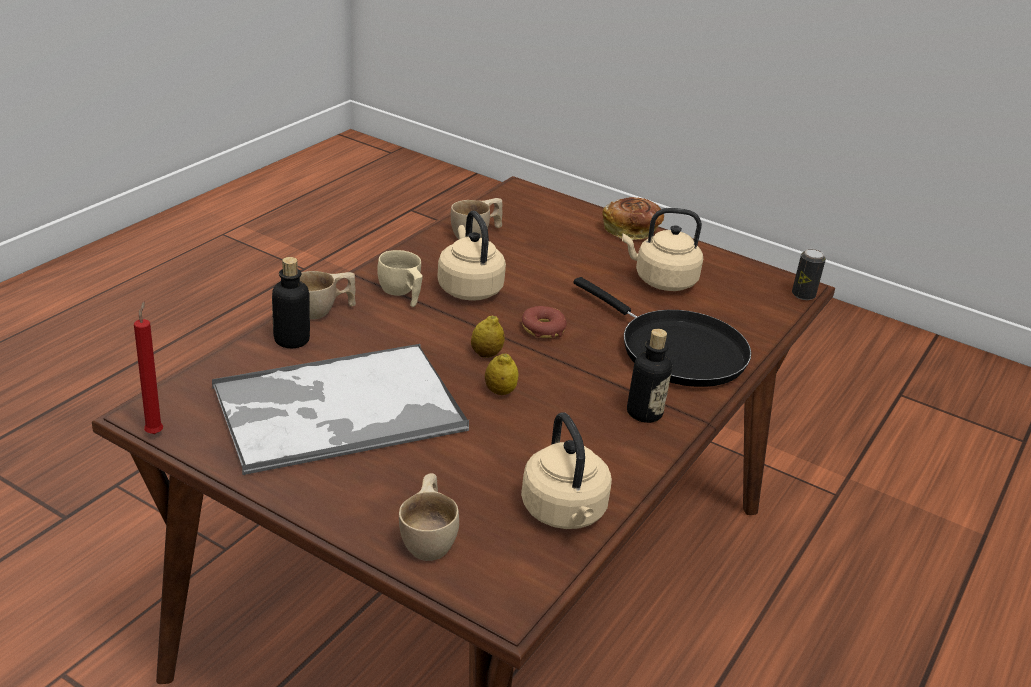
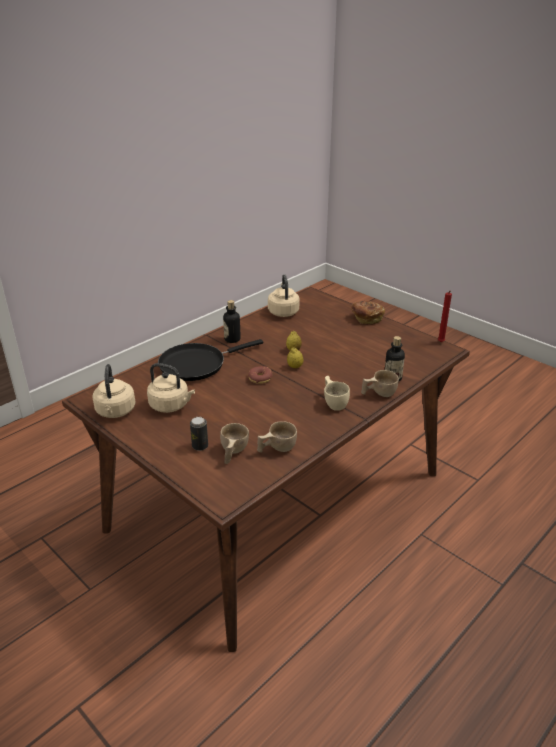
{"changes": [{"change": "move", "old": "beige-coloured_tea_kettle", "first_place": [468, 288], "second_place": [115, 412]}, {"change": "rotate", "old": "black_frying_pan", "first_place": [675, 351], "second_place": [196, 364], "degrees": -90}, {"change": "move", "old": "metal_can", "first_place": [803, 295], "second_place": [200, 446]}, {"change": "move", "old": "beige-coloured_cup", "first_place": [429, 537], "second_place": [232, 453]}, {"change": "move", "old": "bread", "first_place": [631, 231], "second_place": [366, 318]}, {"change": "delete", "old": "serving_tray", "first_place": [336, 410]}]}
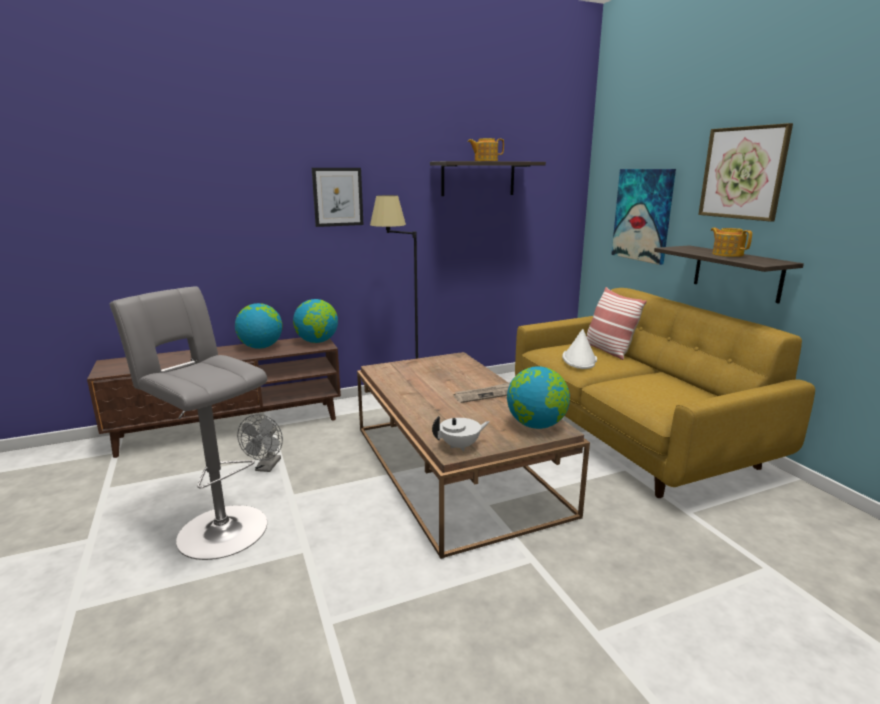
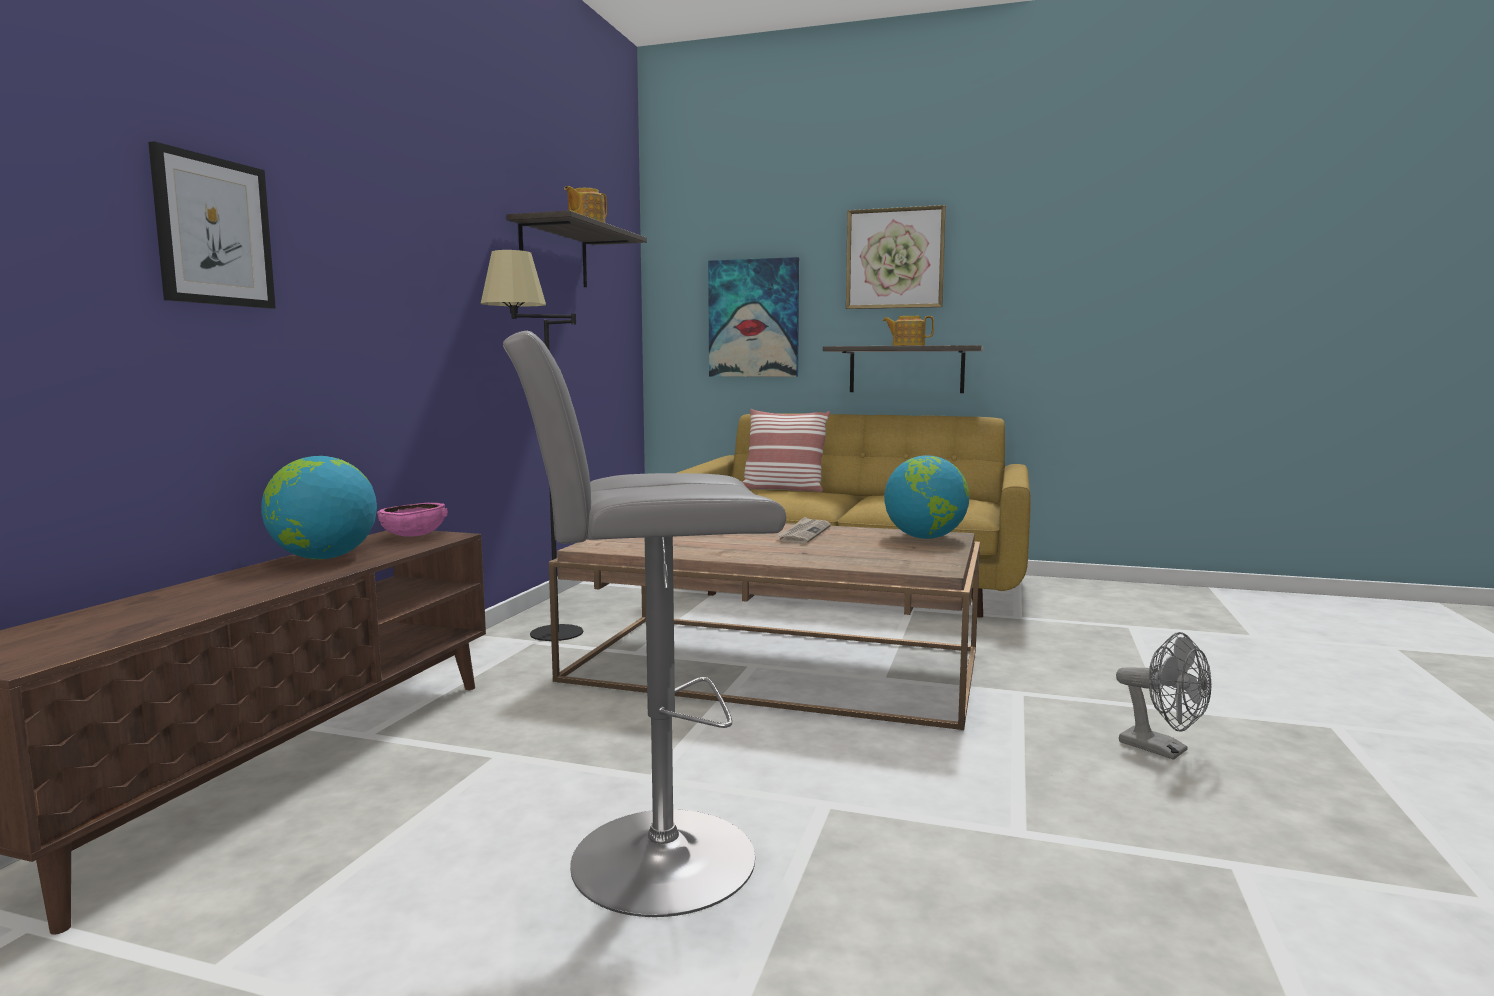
{"changes": [{"change": "move", "old": "wall_picture", "first_place": [337, 197], "second_place": [214, 231]}, {"change": "replace", "old": "globe", "new": "pink-coloured_deep_dish", "first_place": [317, 342], "second_place": [414, 535]}, {"change": "move", "old": "greyish_electric_fan", "first_place": [266, 467], "second_place": [1163, 750]}, {"change": "delete", "old": "white-coloured_pot_for_tea", "first_place": [460, 446]}, {"change": "delete", "old": "white-coloured_wearable_hat", "first_place": [579, 359]}]}
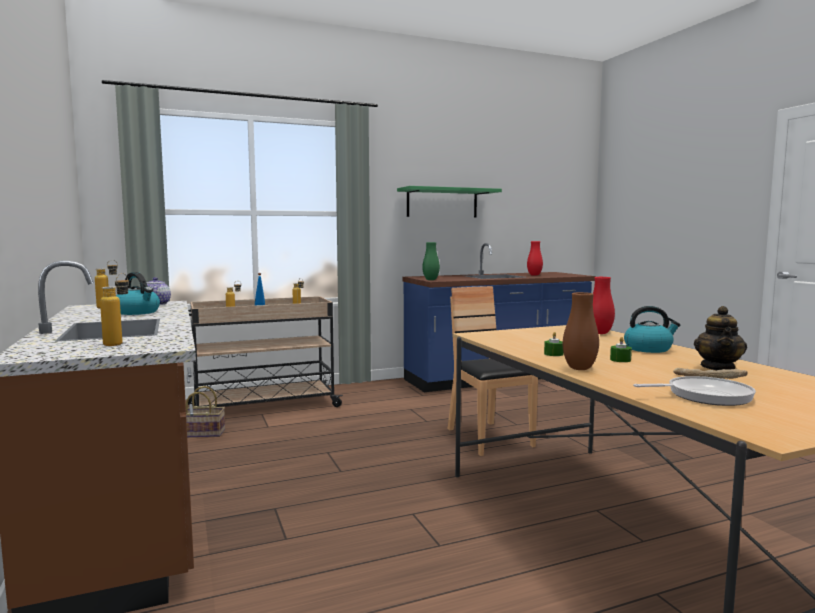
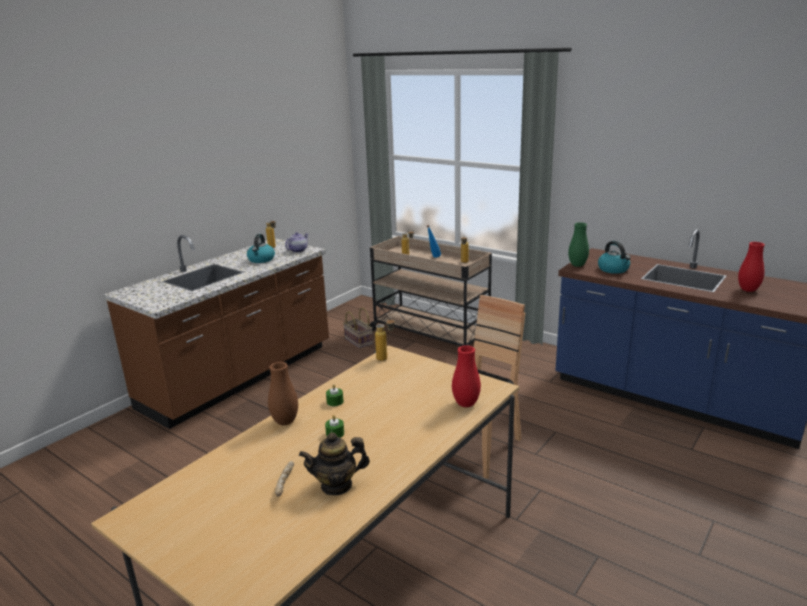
{"changes": [{"change": "move", "old": "bottle", "first_place": [118, 343], "second_place": [386, 358]}, {"change": "move", "old": "tea_kettle", "first_place": [648, 349], "second_place": [614, 269]}, {"change": "delete", "old": "greenish_shelf", "first_place": [442, 203]}, {"change": "delete", "old": "frying_pan", "first_place": [704, 396]}]}
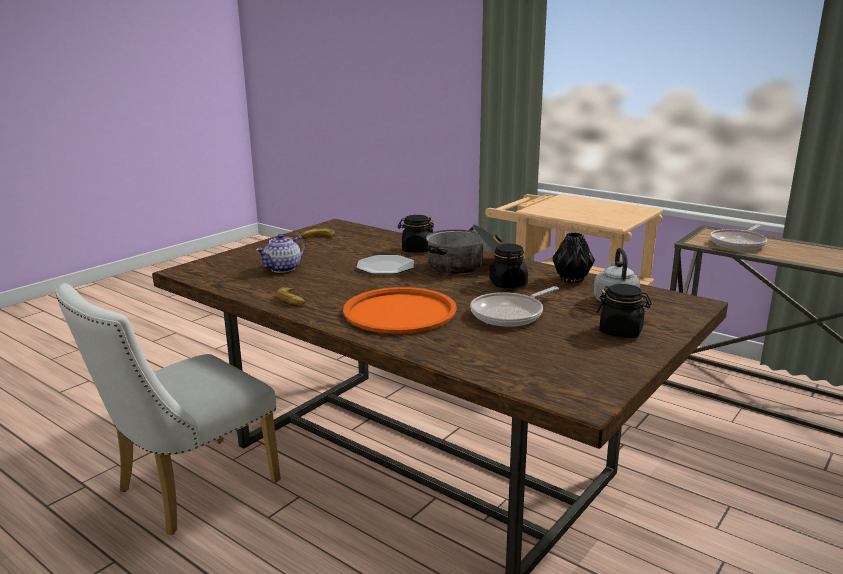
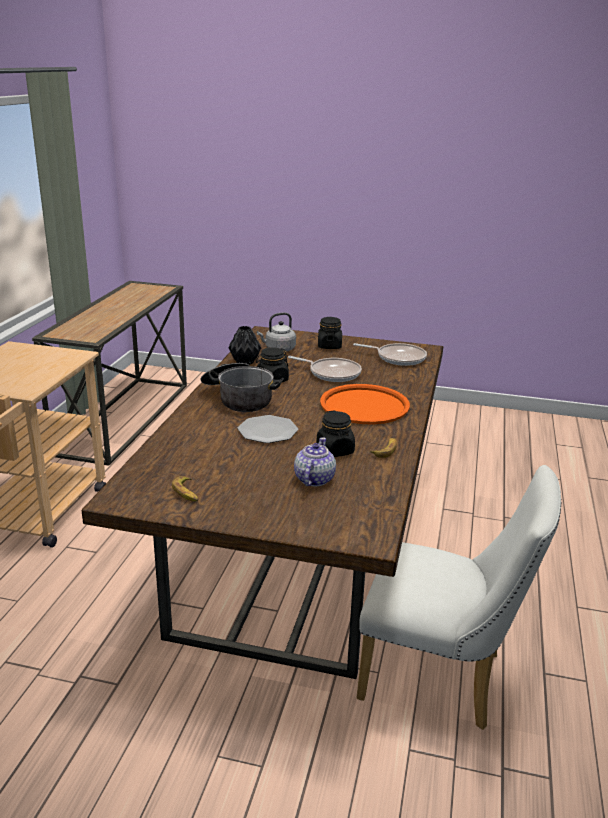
{"changes": [{"change": "rotate", "old": "pot_for_tea", "first_place": [283, 268], "second_place": [313, 479], "degrees": -90}, {"change": "move", "old": "black_storage_jar", "first_place": [416, 249], "second_place": [335, 450]}, {"change": "move", "old": "frying_pan", "first_place": [739, 243], "second_place": [398, 358]}]}
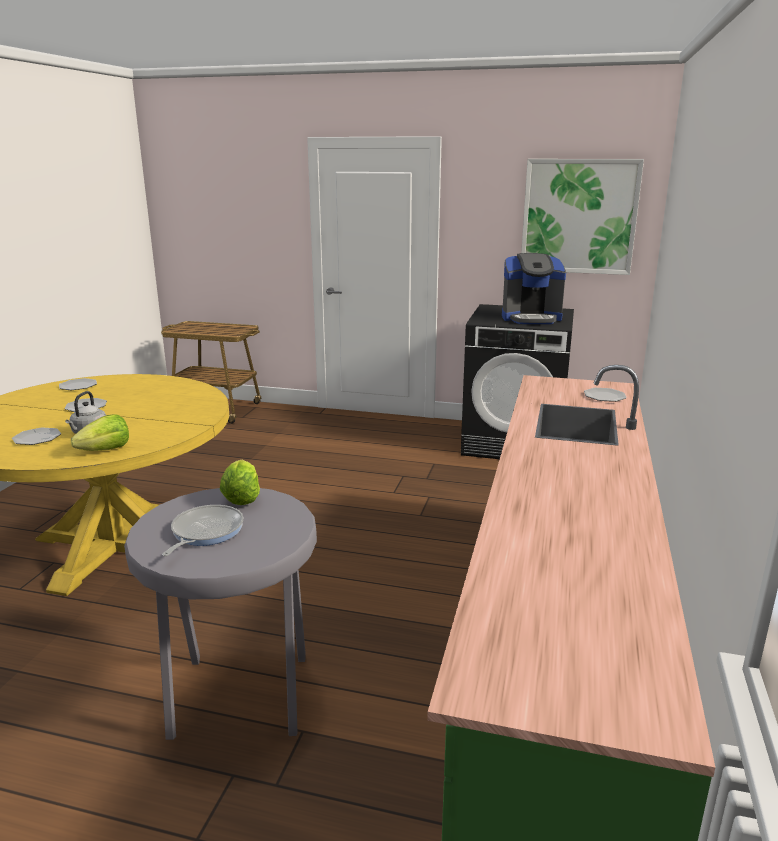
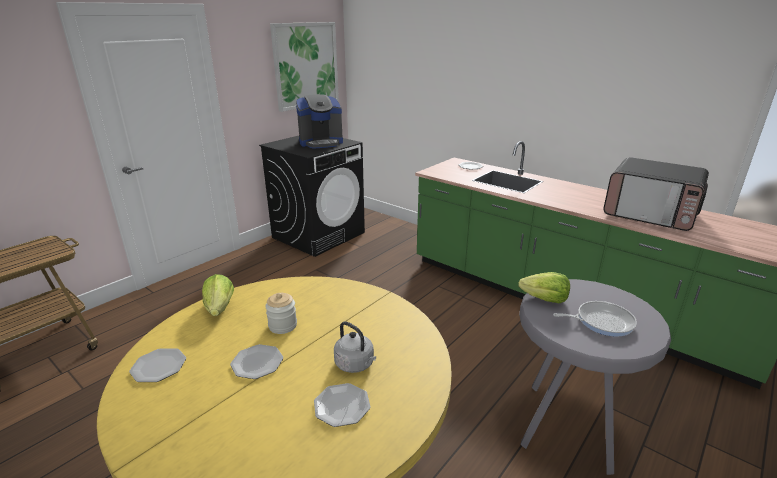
{"changes": [{"change": "move", "old": "lettuce", "first_place": [106, 450], "second_place": [219, 308]}, {"change": "insert", "new": "storage_jar", "second_place": [282, 326]}, {"change": "rotate", "old": "coffee_machine", "first_place": [531, 318], "second_place": [321, 143], "degrees": 45}, {"change": "rotate", "old": "frying_pan", "first_place": [205, 532], "second_place": [601, 321], "degrees": 135}, {"change": "insert", "new": "microwave", "second_place": [650, 214]}]}
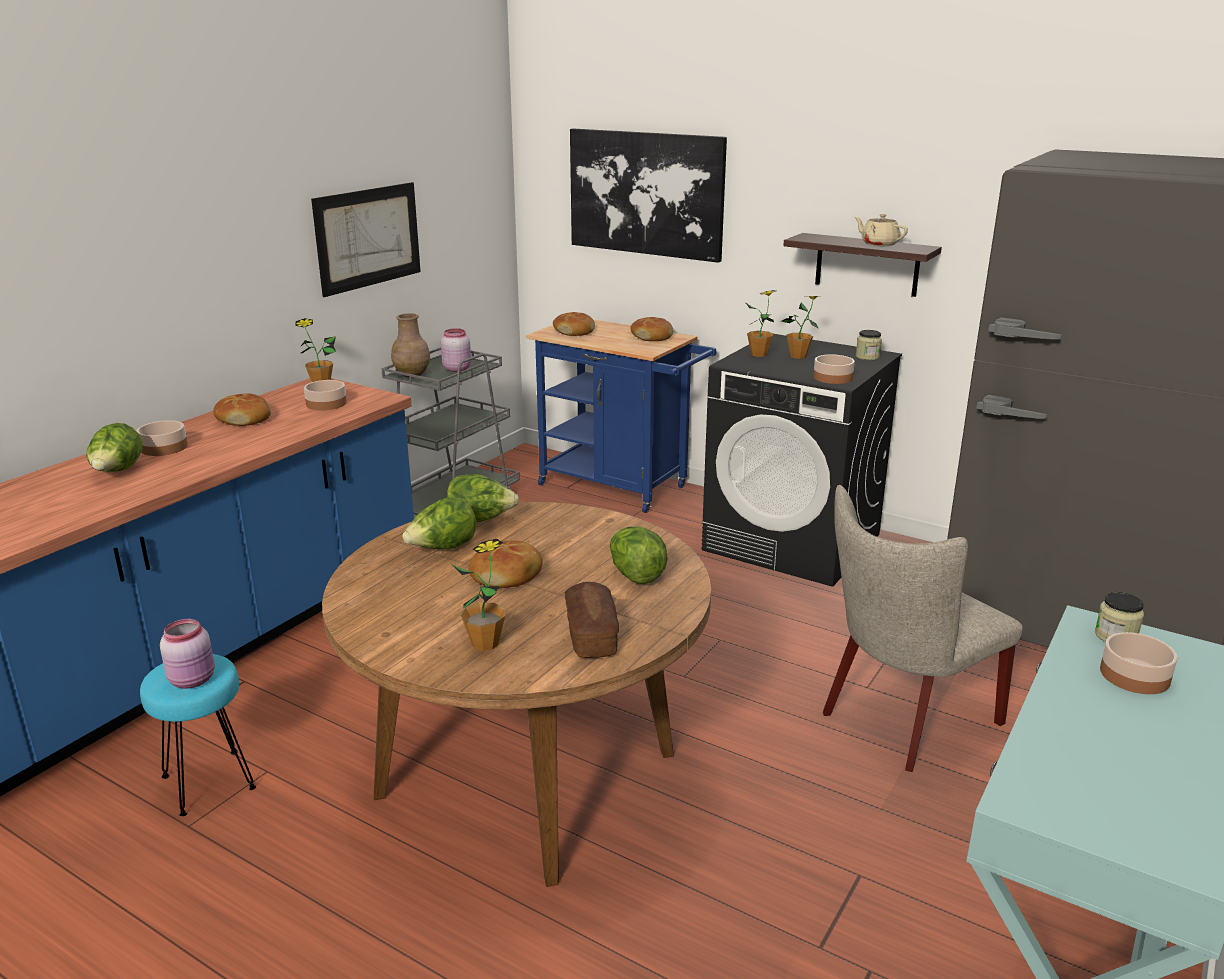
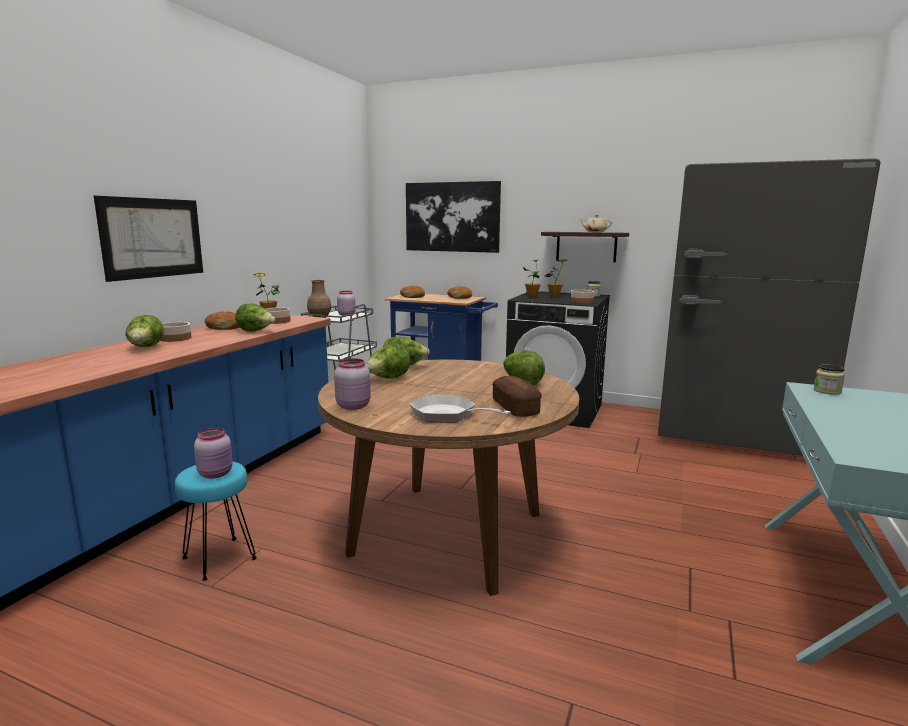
{"changes": [{"change": "move", "old": "wall_picture", "first_place": [368, 237], "second_place": [153, 238]}, {"change": "insert", "new": "lettuce", "second_place": [256, 331]}, {"change": "insert", "new": "pink-coloured_storage_jar", "second_place": [353, 406]}, {"change": "replace", "old": "potted_plant", "new": "frying_pan", "first_place": [485, 643], "second_place": [447, 415]}, {"change": "delete", "old": "bread", "first_place": [507, 575]}, {"change": "delete", "old": "beige-coloured_upright_chair", "first_place": [902, 721]}, {"change": "delete", "old": "deep_dish", "first_place": [1135, 675]}]}
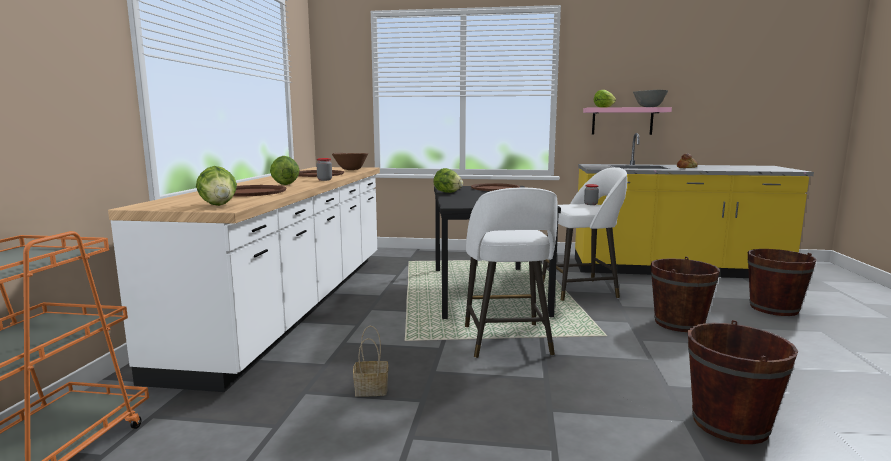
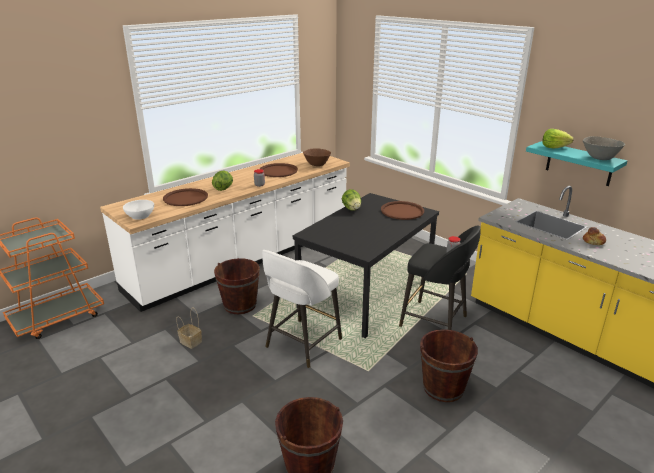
{"changes": [{"change": "replace", "old": "lettuce", "new": "white-coloured_deep_dish", "first_place": [219, 205], "second_place": [140, 216]}, {"change": "move", "old": "brown_pail", "first_place": [774, 308], "second_place": [240, 305]}, {"change": "recolor", "old": "white-coloured_stool_seat", "new": "black_stool_seat", "first_place": [581, 290], "second_place": [435, 322]}, {"change": "recolor", "old": "pink-coloured_shelf", "new": "blue-green_shelf", "first_place": [622, 121], "second_place": [579, 164]}]}
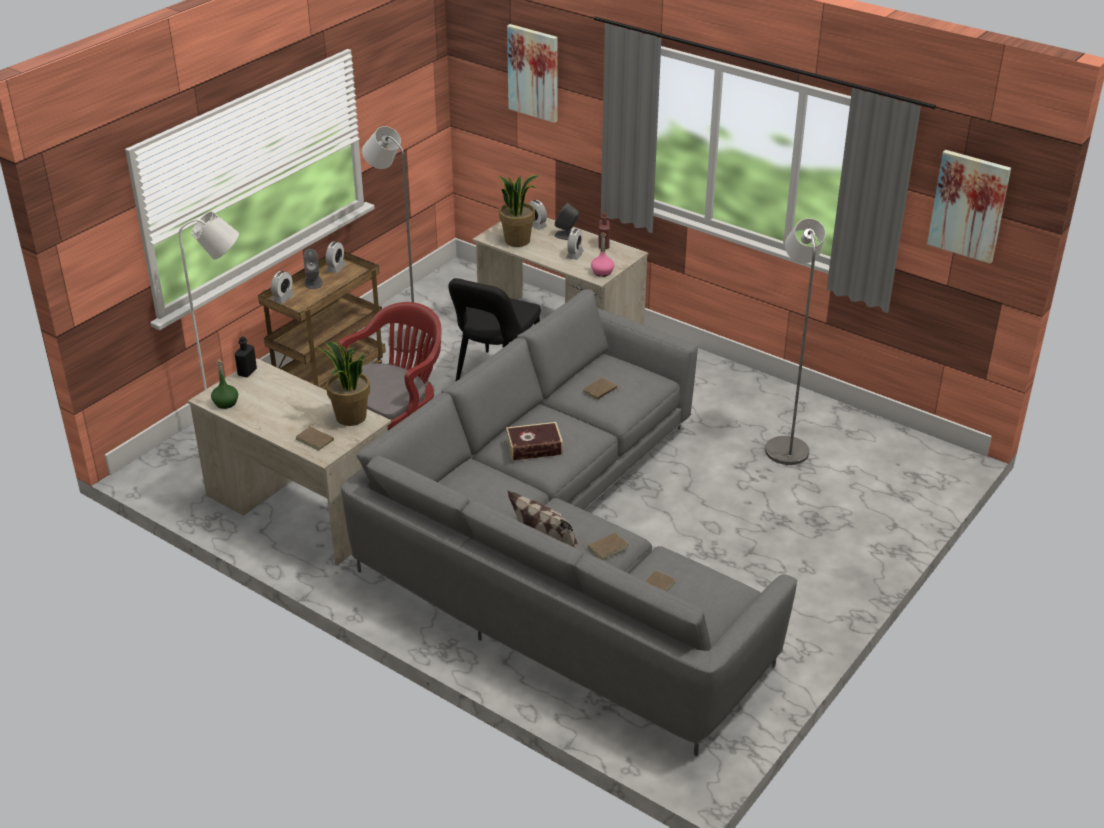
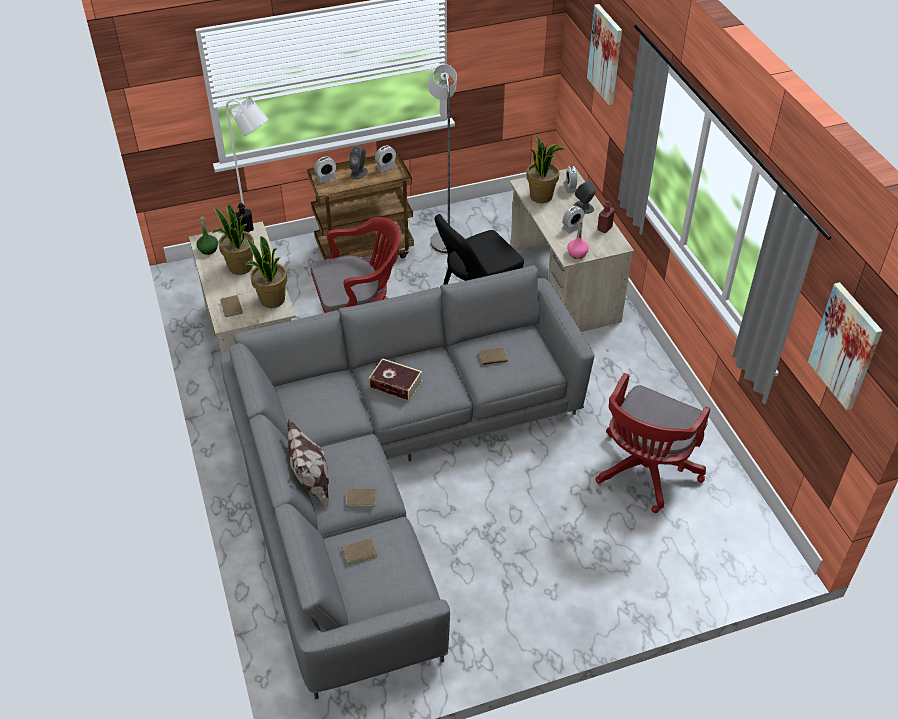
{"changes": [{"change": "insert", "new": "potted_plant", "second_place": [240, 267]}, {"change": "replace", "old": "greyish_standing_lamp", "new": "red_desk_chair", "first_place": [785, 446], "second_place": [644, 473]}]}
